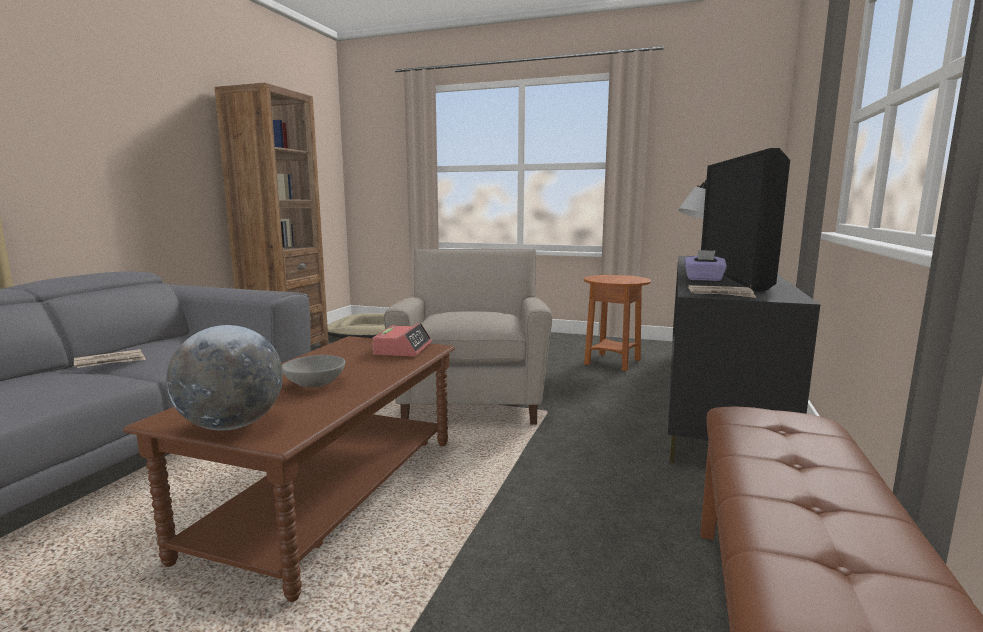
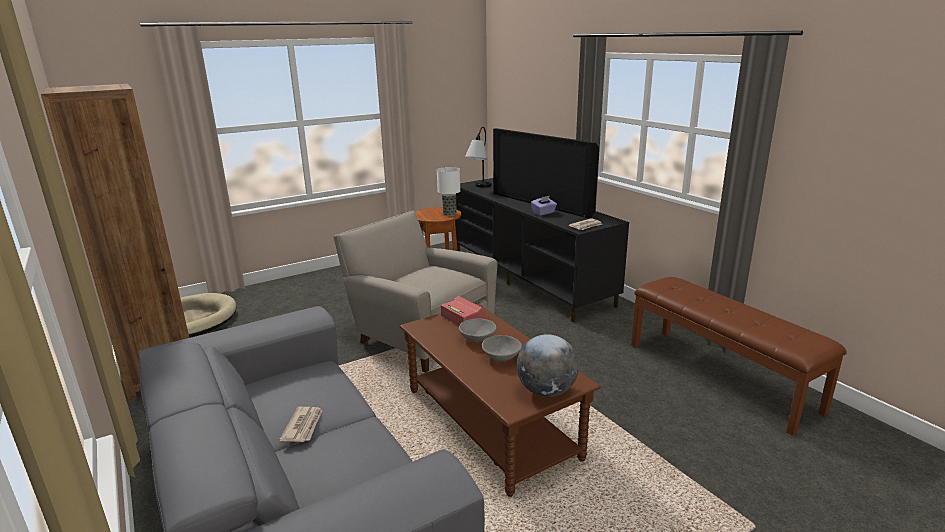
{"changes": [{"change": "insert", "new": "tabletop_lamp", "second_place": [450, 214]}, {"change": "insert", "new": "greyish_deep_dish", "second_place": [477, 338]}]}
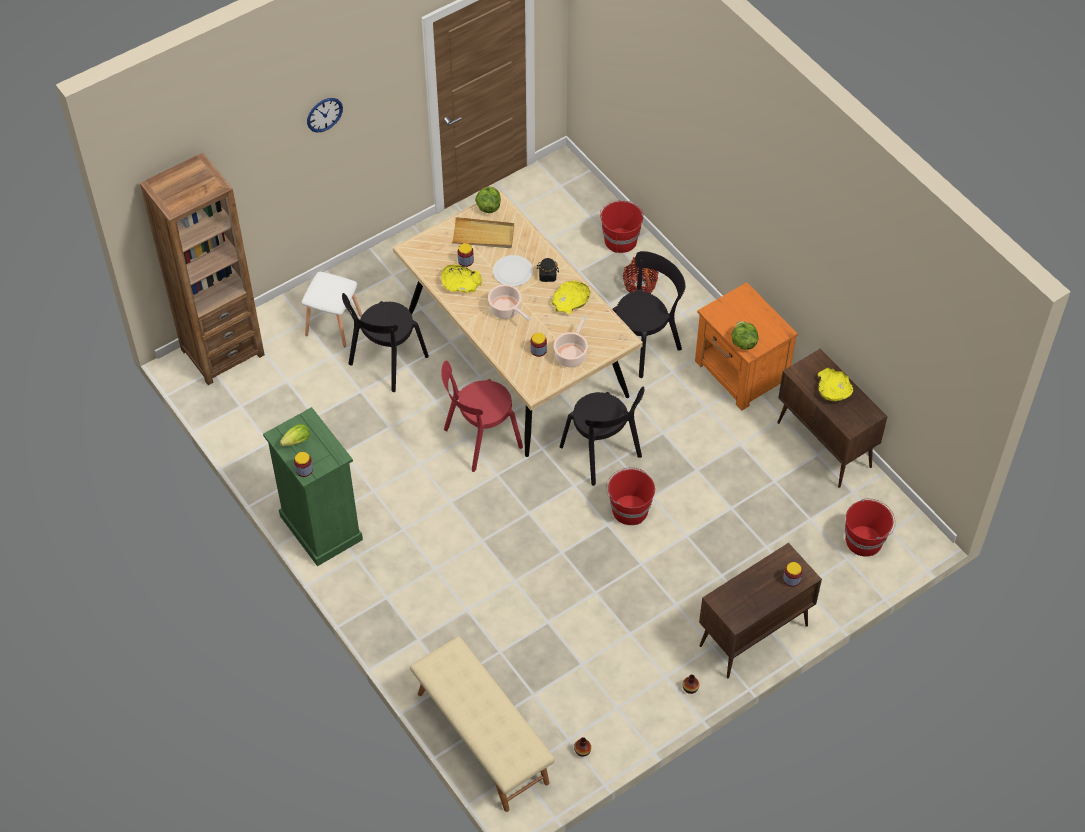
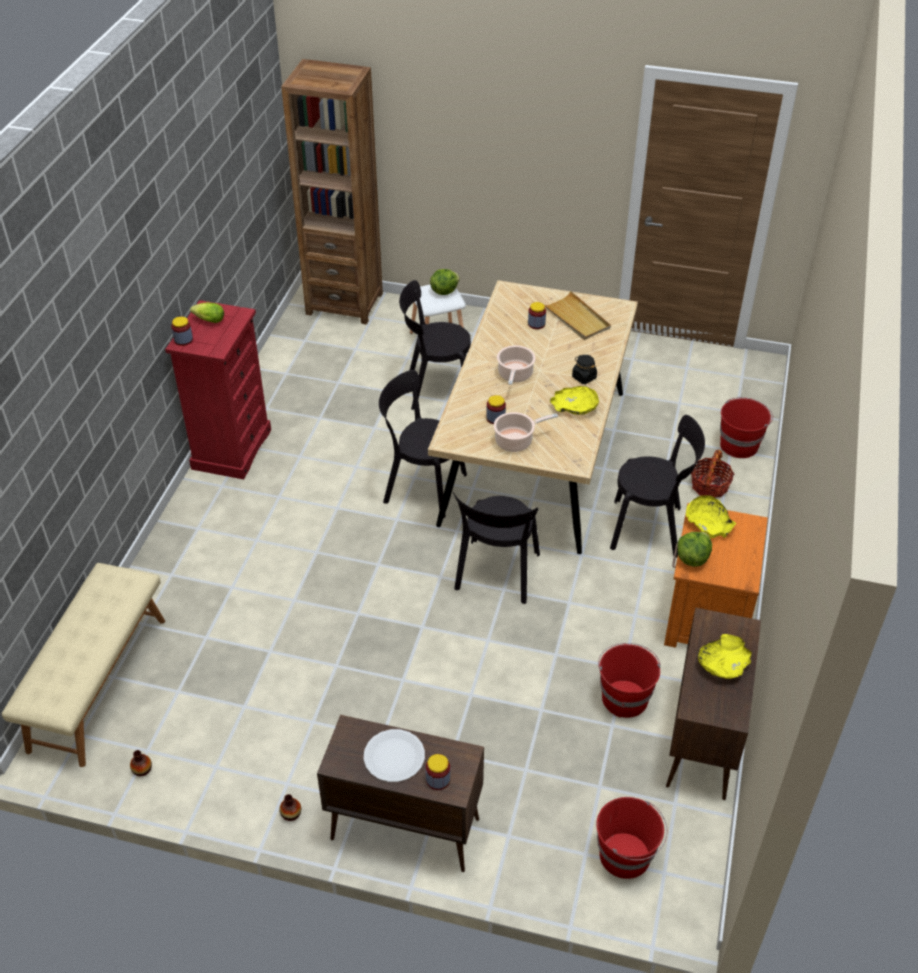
{"changes": [{"change": "recolor", "old": "greenish_drawer_chest", "new": "red_drawer_chest", "first_place": [320, 527], "second_place": [231, 448]}, {"change": "move", "old": "white-coloured_dinner_plate", "first_place": [513, 272], "second_place": [394, 757]}, {"change": "recolor", "old": "red_upright_chair", "new": "black_upright_chair", "first_place": [479, 440], "second_place": [421, 487]}, {"change": "move", "old": "lettuce", "first_place": [488, 207], "second_place": [444, 291]}, {"change": "move", "old": "red_pail", "first_place": [629, 509], "second_place": [624, 697]}, {"change": "move", "old": "yellowish_deep_dish", "first_place": [460, 283], "second_place": [708, 523]}, {"change": "delete", "old": "hanging_clock", "first_place": [324, 114]}]}
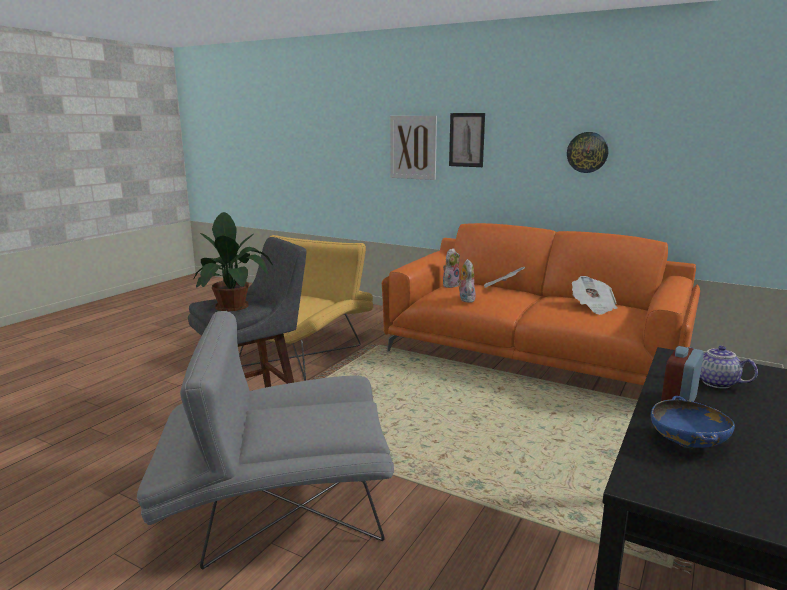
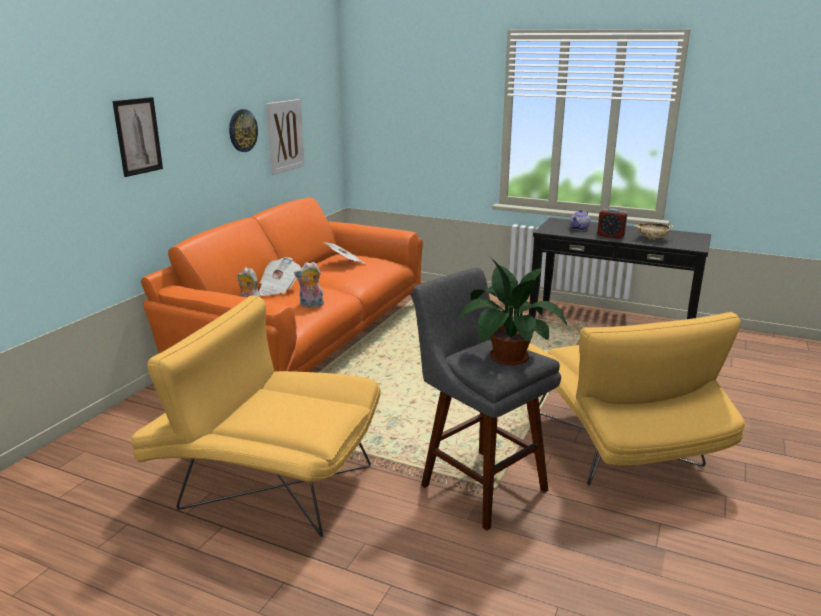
{"changes": [{"change": "move", "old": "wall_picture", "first_place": [413, 147], "second_place": [285, 136]}, {"change": "recolor", "old": "greyish_lounge_chair", "new": "yellowish_lounge_chair", "first_place": [277, 509], "second_place": [618, 446]}, {"change": "recolor", "old": "blue_deep_dish", "new": "beige-coloured_deep_dish", "first_place": [687, 443], "second_place": [651, 238]}]}
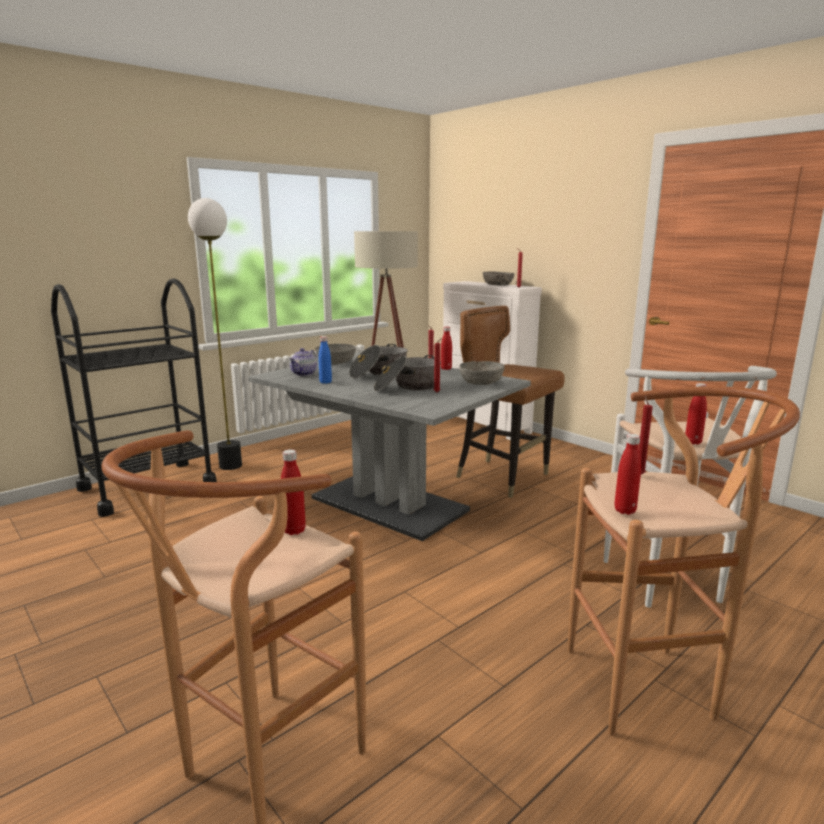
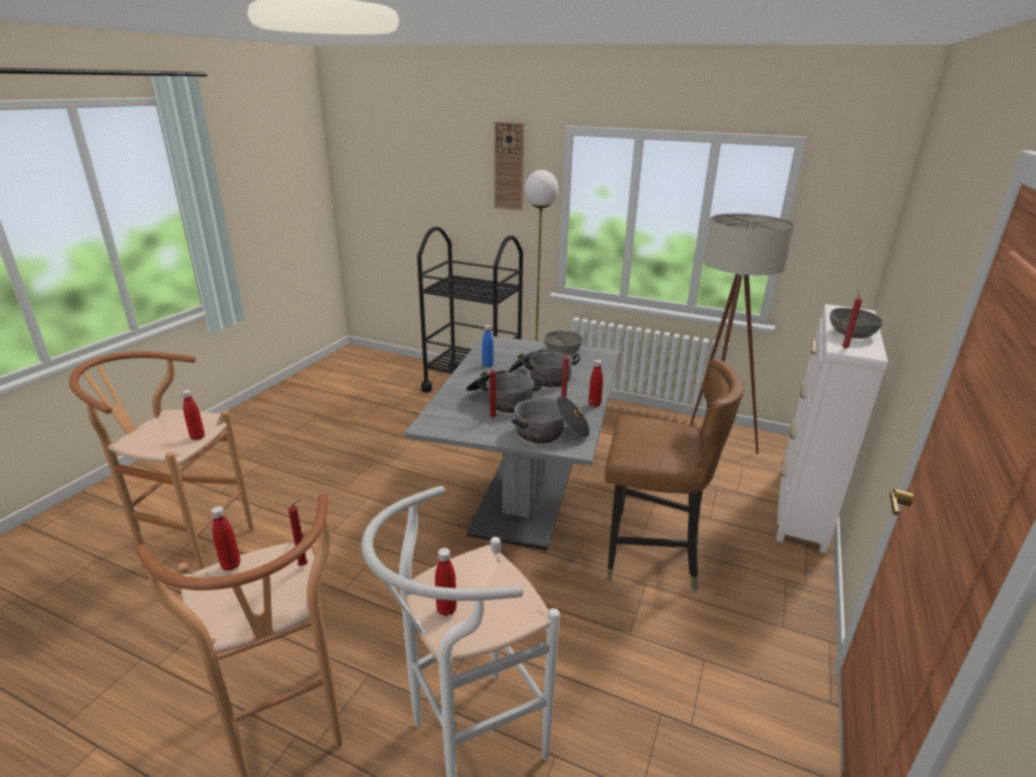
{"changes": [{"change": "insert", "new": "hanging_clock", "second_place": [509, 166]}, {"change": "replace", "old": "greyish_deep_dish", "new": "cooking_pot", "first_place": [481, 383], "second_place": [551, 433]}, {"change": "rotate", "old": "brown_upright_chair", "first_place": [503, 477], "second_place": [650, 556], "degrees": 90}, {"change": "delete", "old": "pot_for_tea", "first_place": [304, 374]}]}
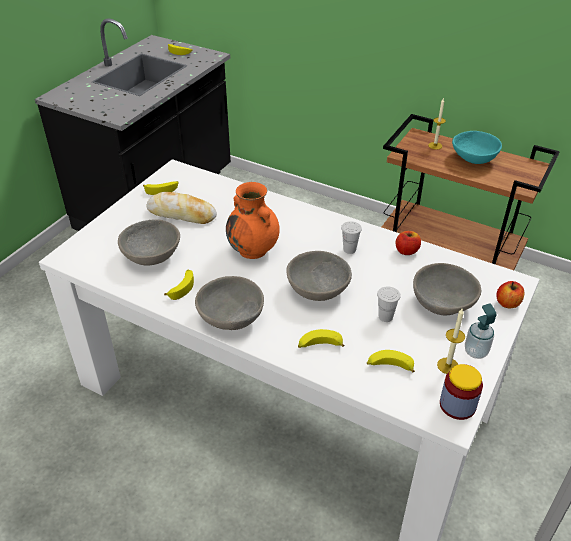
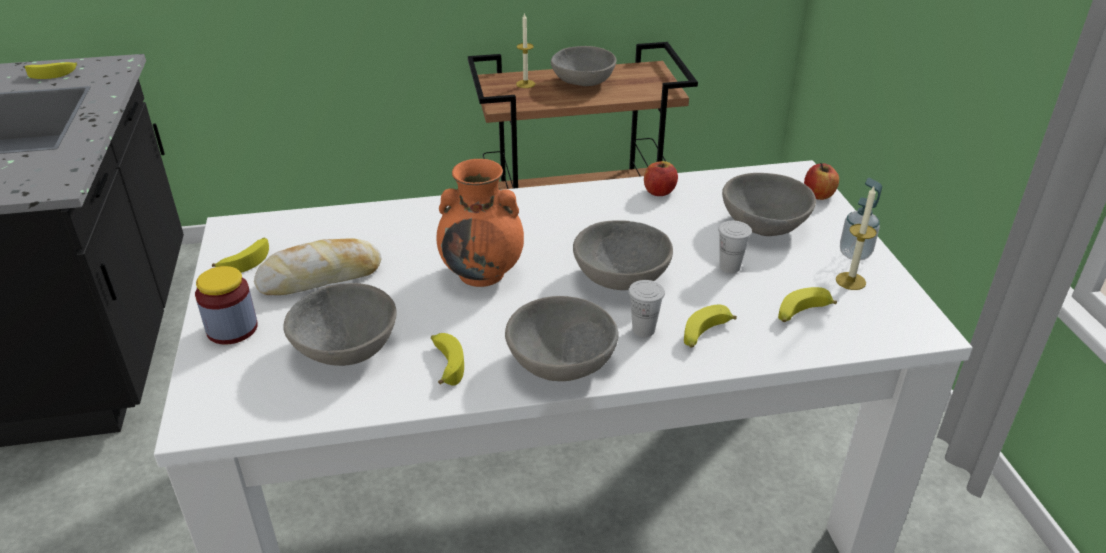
{"changes": [{"change": "move", "old": "storage_jar", "first_place": [457, 405], "second_place": [232, 329]}, {"change": "recolor", "old": "blue-green_deep_dish", "new": "greyish_deep_dish", "first_place": [473, 158], "second_place": [582, 82]}, {"change": "move", "old": "white-coloured_cup", "first_place": [349, 249], "second_place": [643, 330]}]}
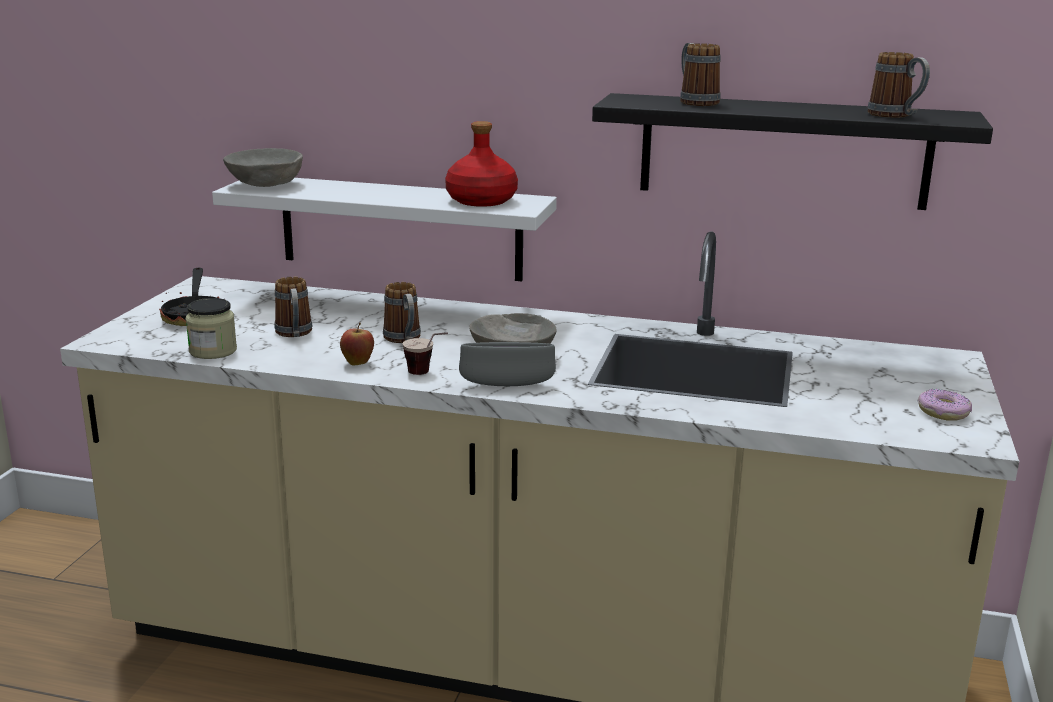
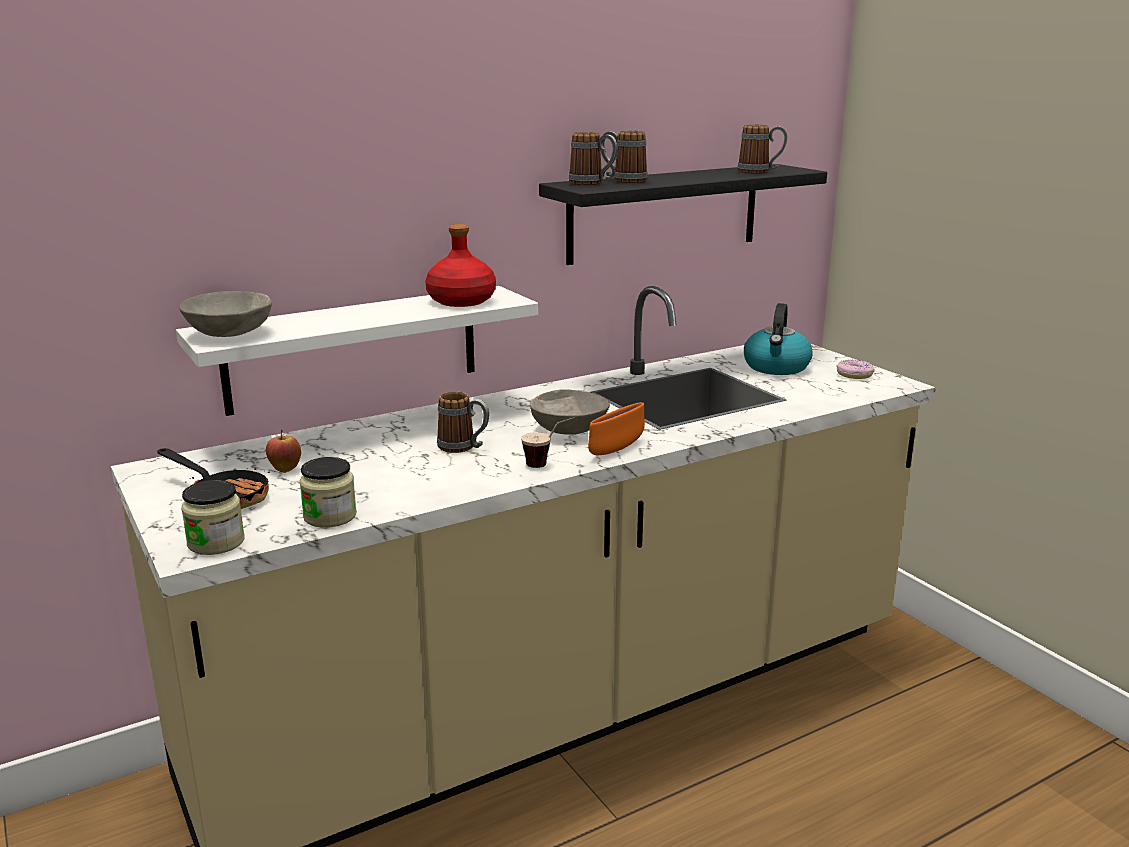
{"changes": [{"change": "insert", "new": "storage_jar", "second_place": [216, 542]}, {"change": "move", "old": "apple", "first_place": [358, 363], "second_place": [285, 470]}, {"change": "move", "old": "coffee_mug", "first_place": [294, 334], "second_place": [592, 183]}, {"change": "recolor", "old": "greyish_deep_dish", "new": "orange_deep_dish", "first_place": [507, 385], "second_place": [616, 449]}, {"change": "insert", "new": "tea_kettle", "second_place": [776, 367]}]}
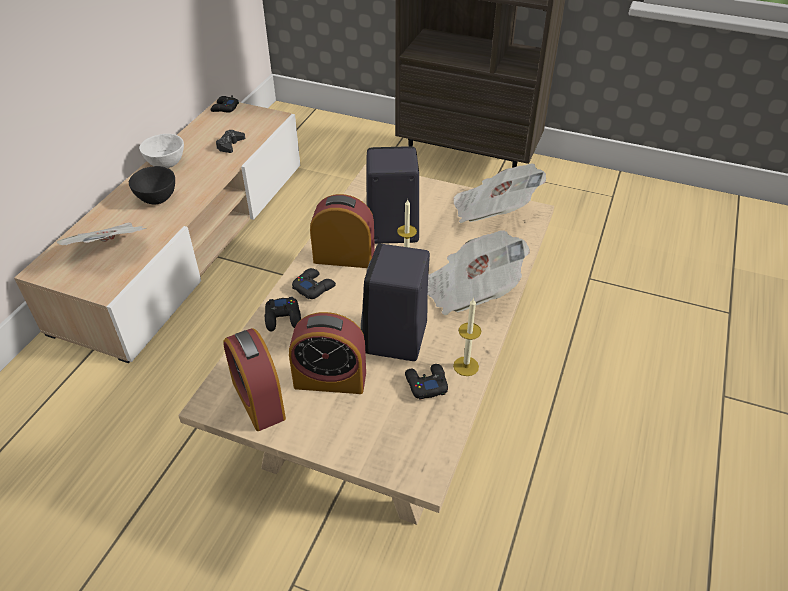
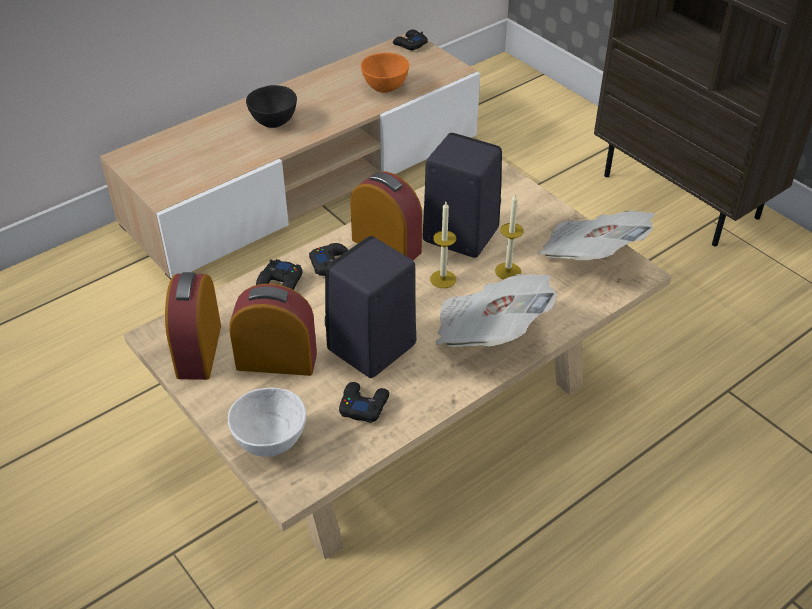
{"changes": [{"change": "move", "old": "white-coloured_deep_dish", "first_place": [165, 164], "second_place": [269, 441]}, {"change": "rotate", "old": "alarm_clock", "first_place": [330, 379], "second_place": [276, 360], "degrees": 150}, {"change": "replace", "old": "black_gamepad", "new": "orange_deep_dish", "first_place": [230, 145], "second_place": [385, 87]}, {"change": "move", "old": "wax_light", "first_place": [466, 366], "second_place": [508, 271]}, {"change": "delete", "old": "newspaper", "first_place": [111, 250]}]}
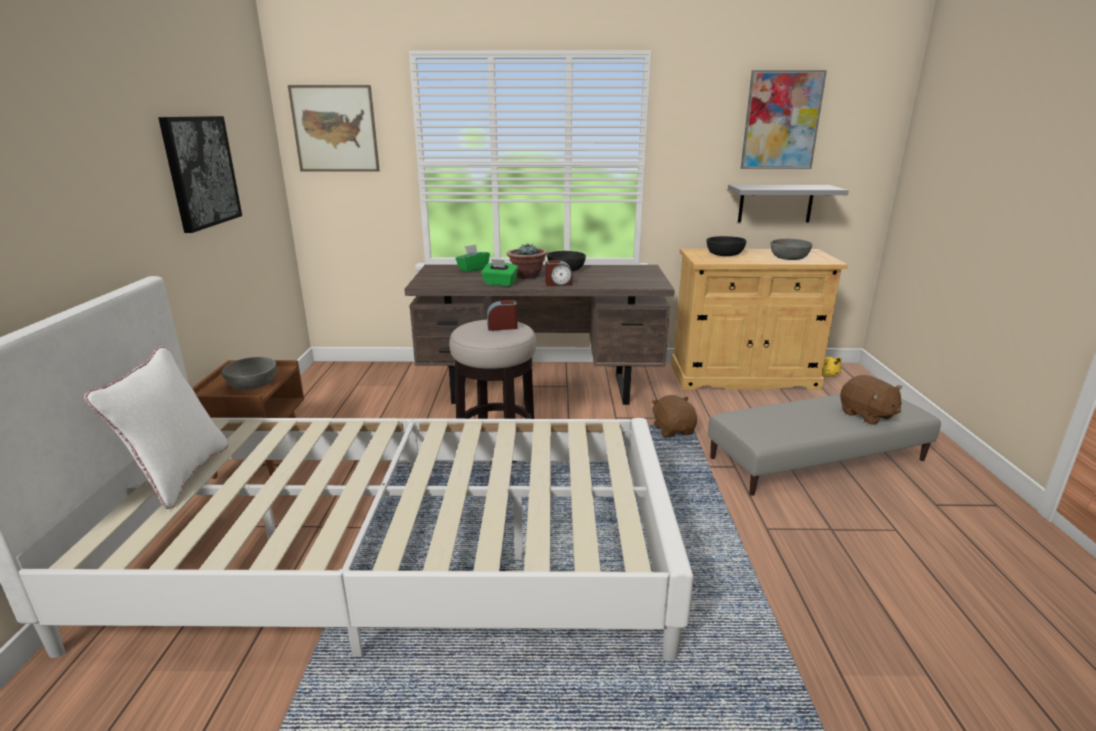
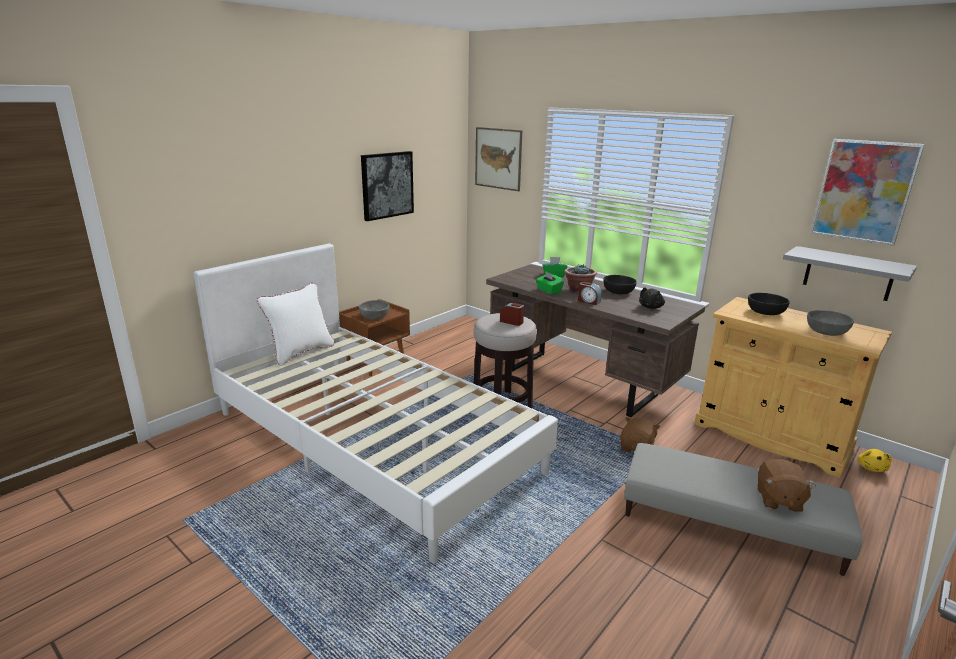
{"changes": [{"change": "insert", "new": "black_cuddly_toy", "second_place": [651, 307]}]}
